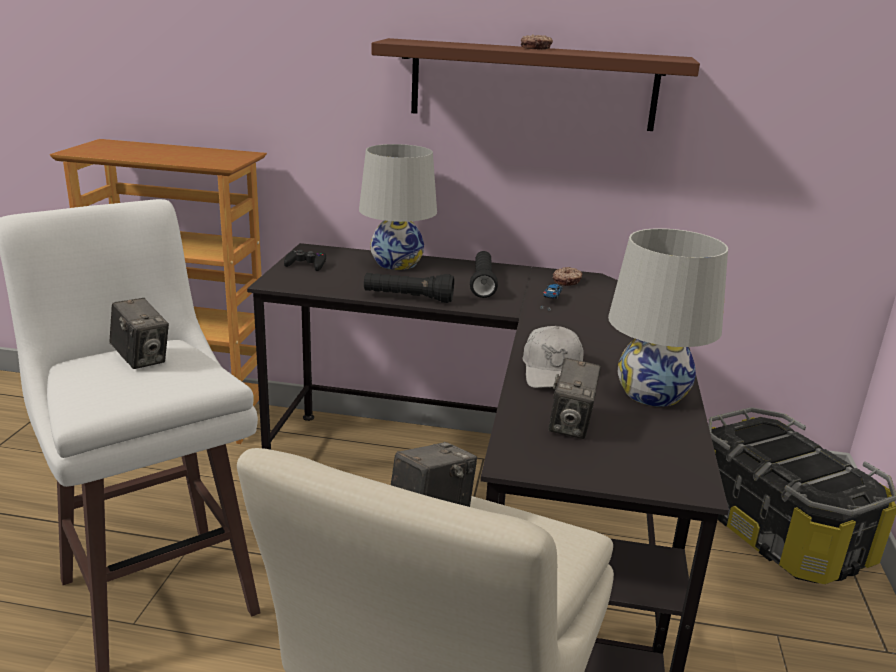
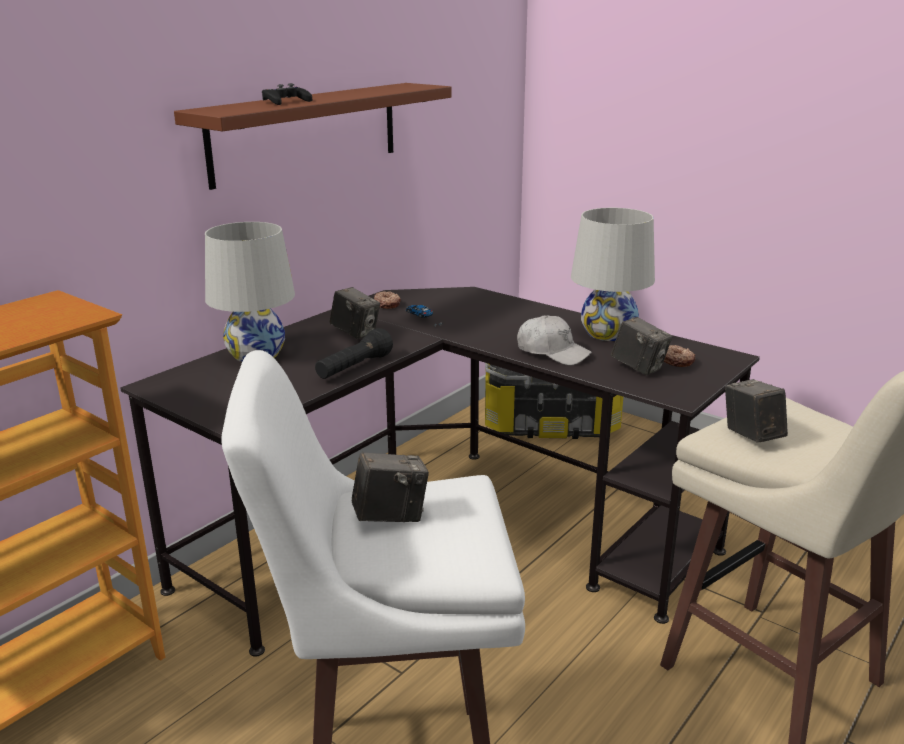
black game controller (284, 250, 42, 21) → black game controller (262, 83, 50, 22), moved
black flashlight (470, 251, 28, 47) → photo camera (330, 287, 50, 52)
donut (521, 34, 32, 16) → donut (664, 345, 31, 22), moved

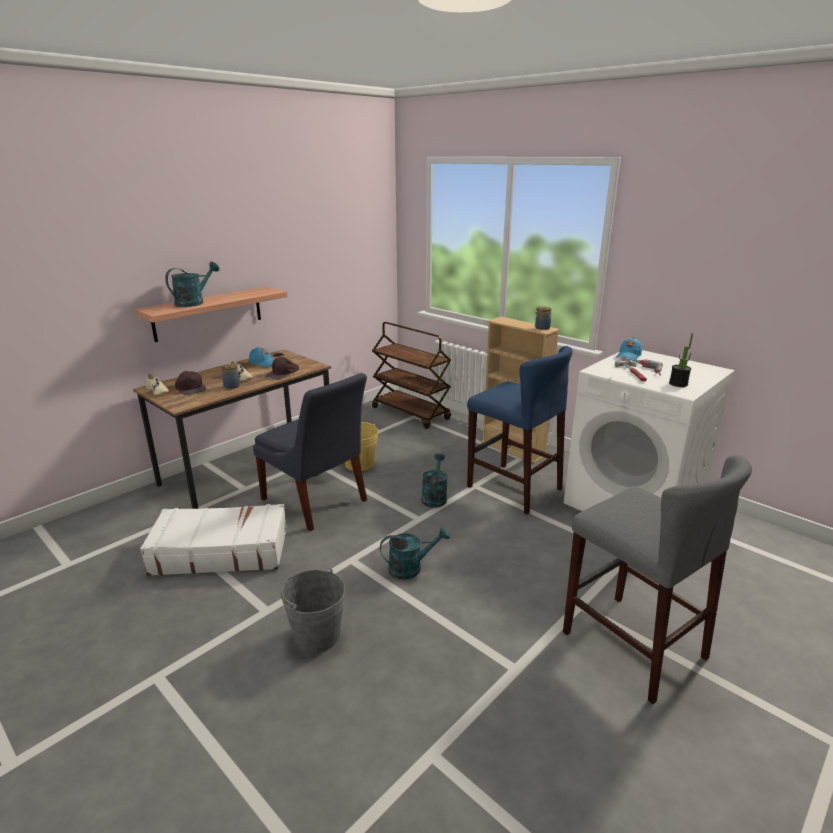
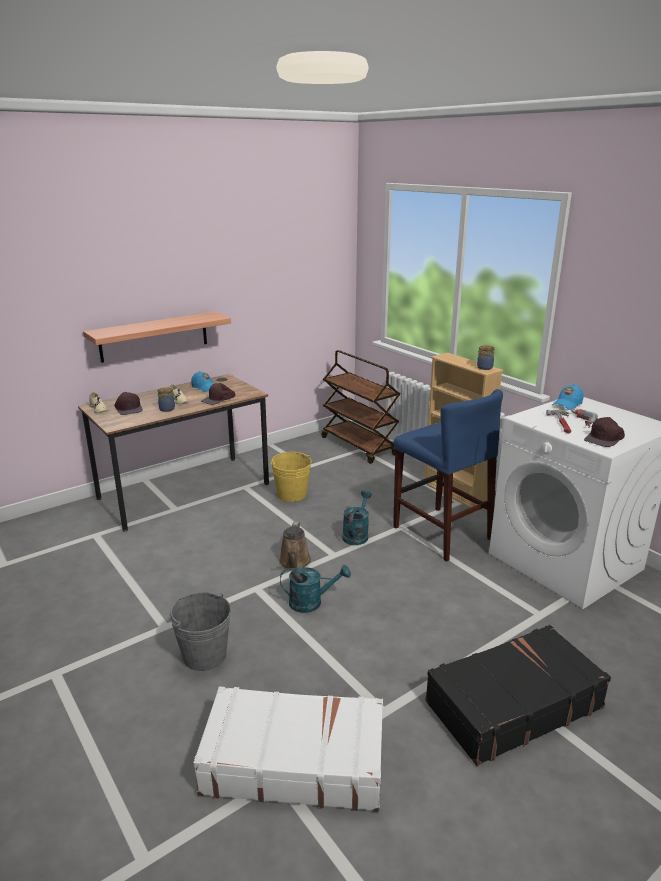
white suitcase (140, 504, 147, 72) → white suitcase (193, 686, 190, 126), moved
- → brown watering can (279, 522, 32, 47)
grey stool (563, 455, 189, 249) → black suitcase (425, 625, 186, 141)
potted plant (669, 333, 24, 54) → brown cap (584, 417, 41, 30)
turquoise watering can (165, 261, 54, 46) → -
blue chair (253, 373, 114, 158) → -

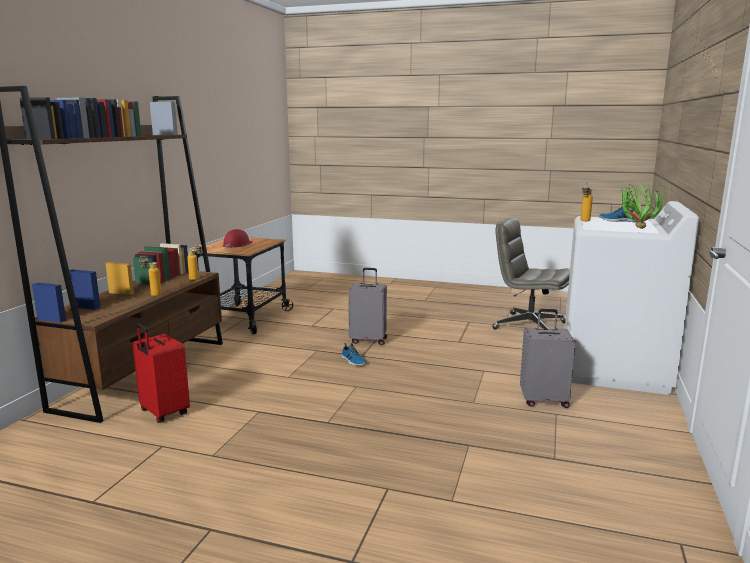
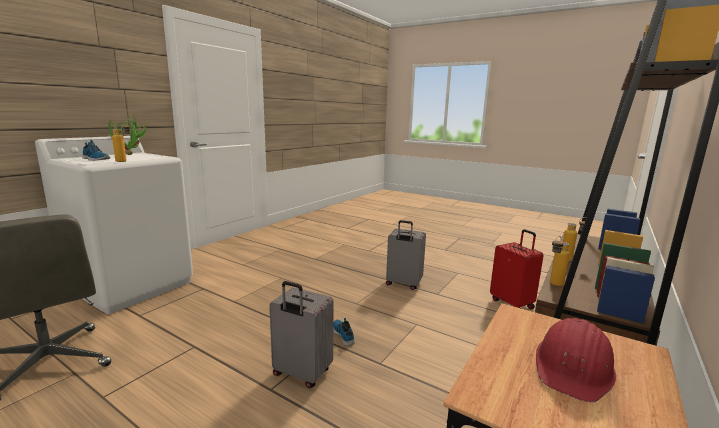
grey suitcase (520, 309, 55, 99) → grey suitcase (386, 220, 40, 70), moved

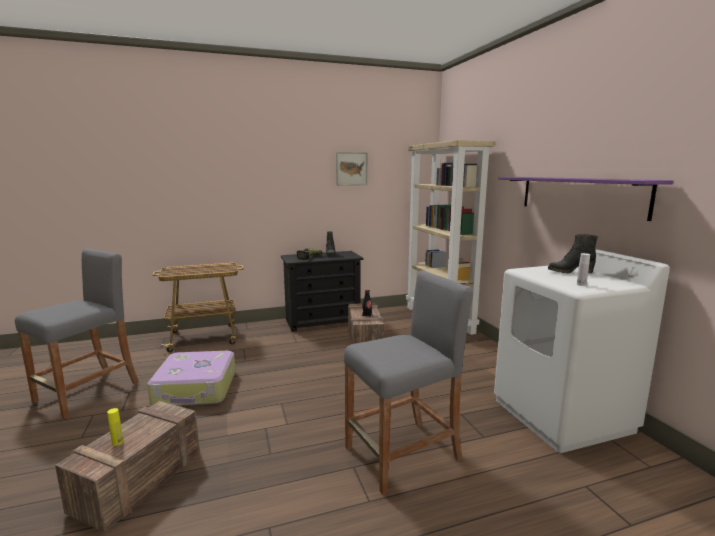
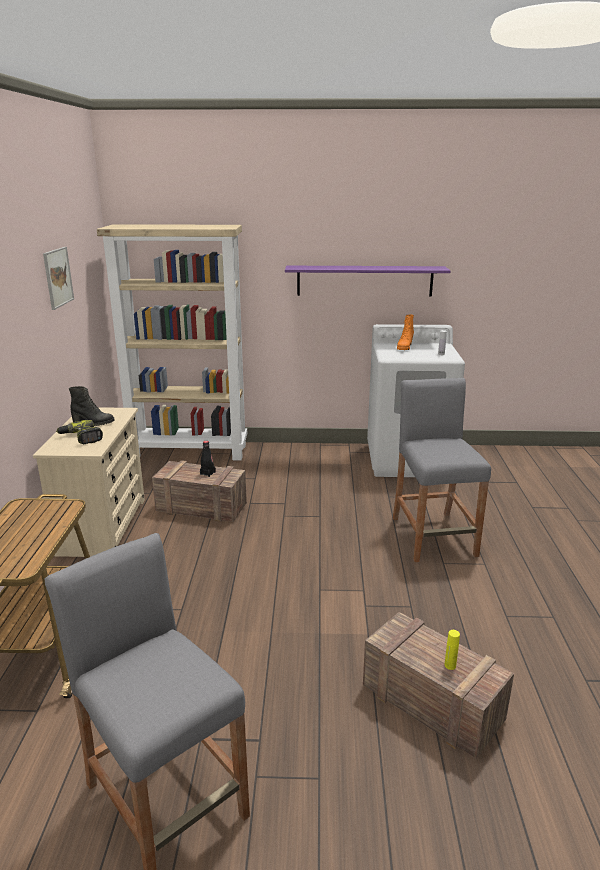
black dresser (281, 251, 82, 81) → beige dresser (33, 407, 112, 150)
black boot (548, 234, 50, 40) → orange boot (397, 315, 17, 35)
suitcase (147, 351, 88, 55) → -

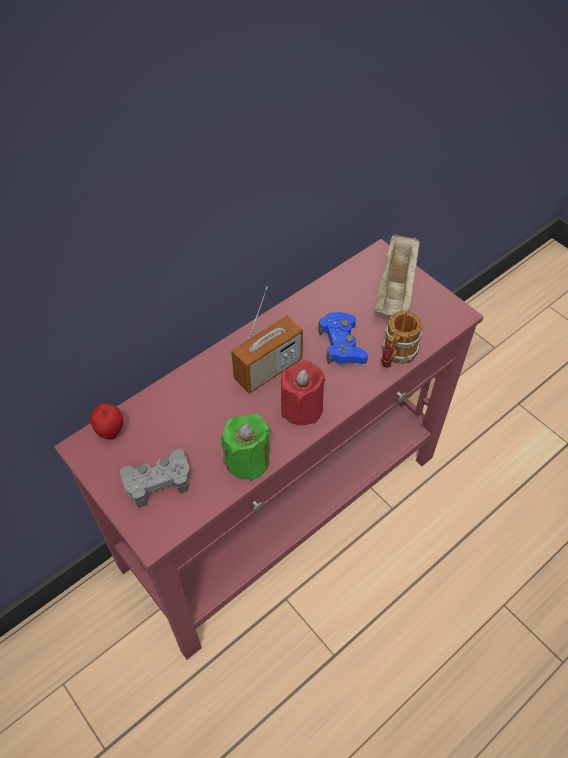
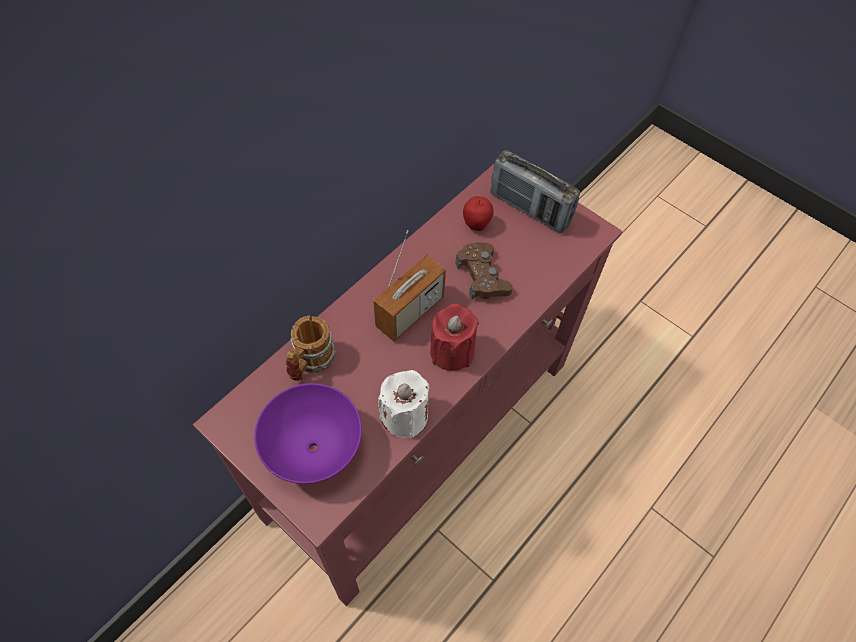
grey game controller (120, 449, 70, 59) → purple bowl (254, 383, 108, 101)
mug (381, 310, 42, 58) → mug (286, 316, 50, 65), moved
green candle (221, 414, 50, 67) → white candle (378, 370, 51, 68)
blue game controller (318, 312, 50, 52) → brown game controller (455, 242, 58, 58)
apple (90, 403, 33, 37) → apple (463, 196, 31, 35), moved
beige tray (374, 233, 46, 82) → radio (490, 150, 90, 83)

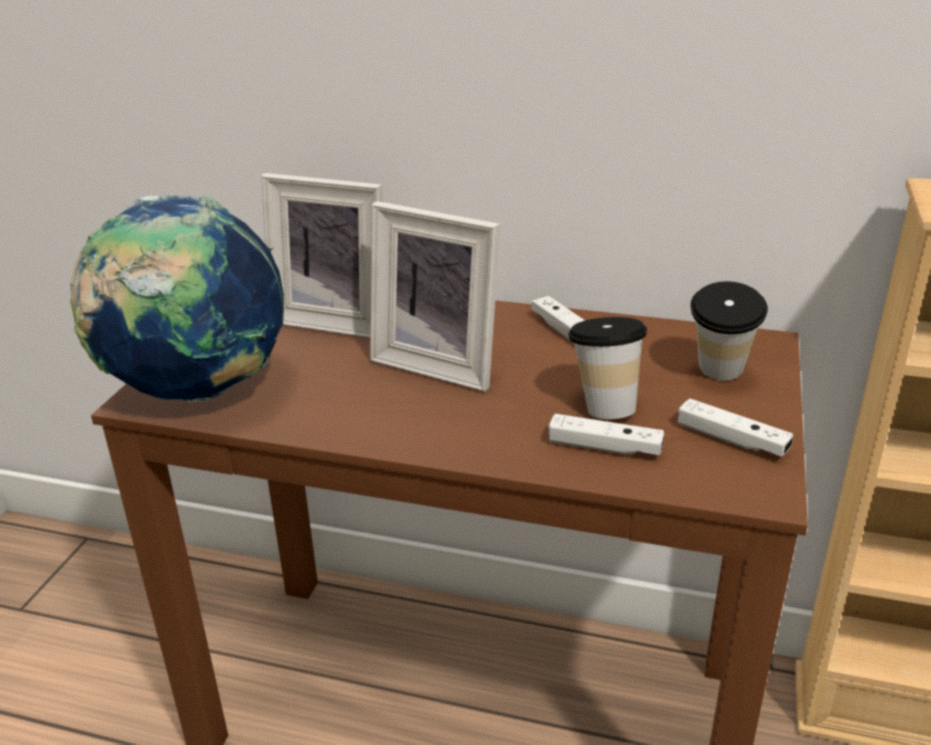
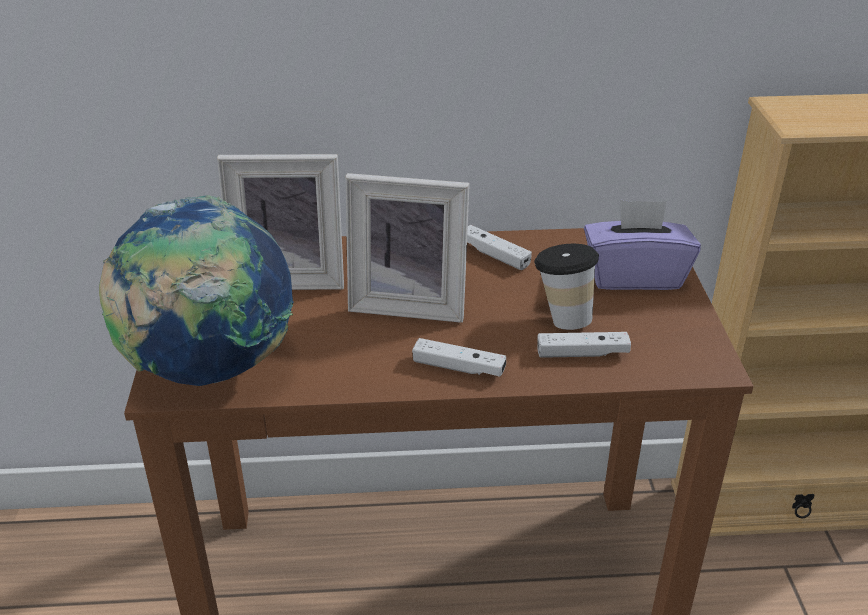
white game controller (678, 399, 115, 57) → white game controller (412, 338, 94, 39), moved
cup (690, 281, 78, 100) → purple tissue box (584, 199, 117, 91)

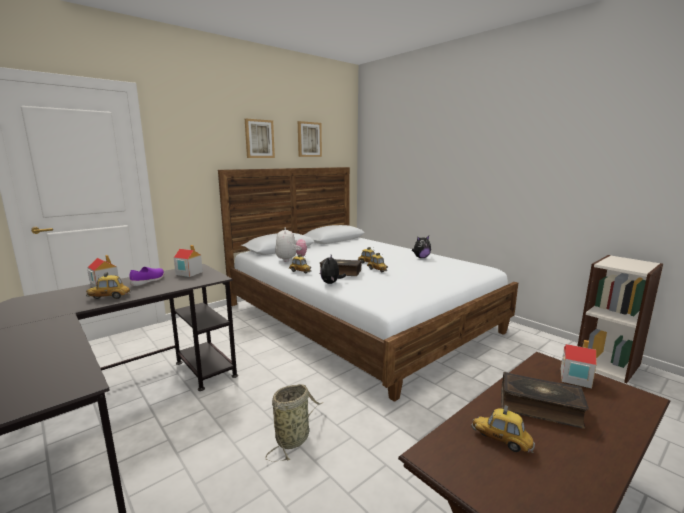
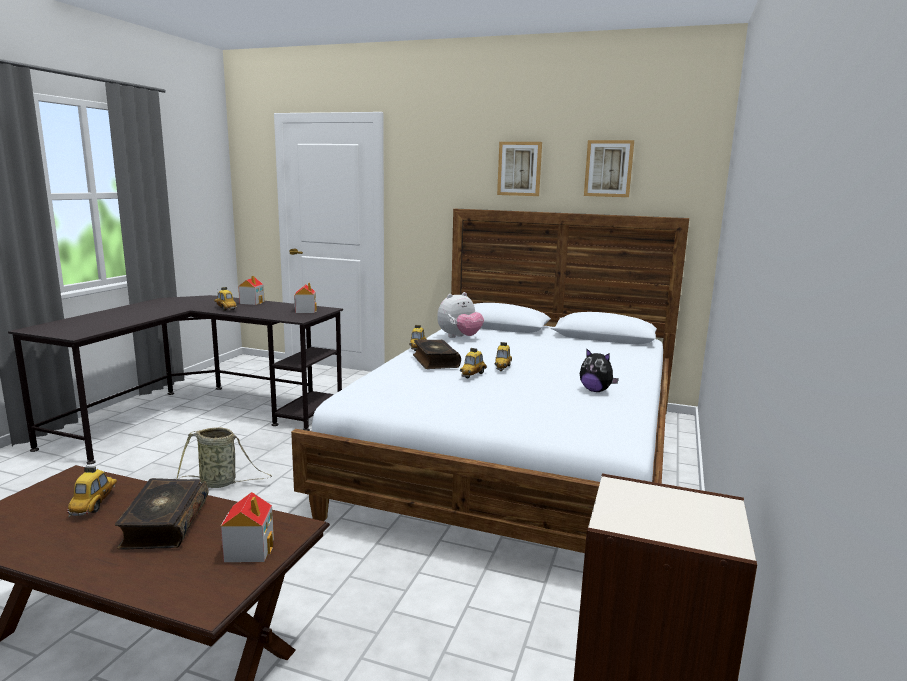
purple shoe (129, 267, 35, 19) → -
plush toy (320, 255, 26, 29) → -

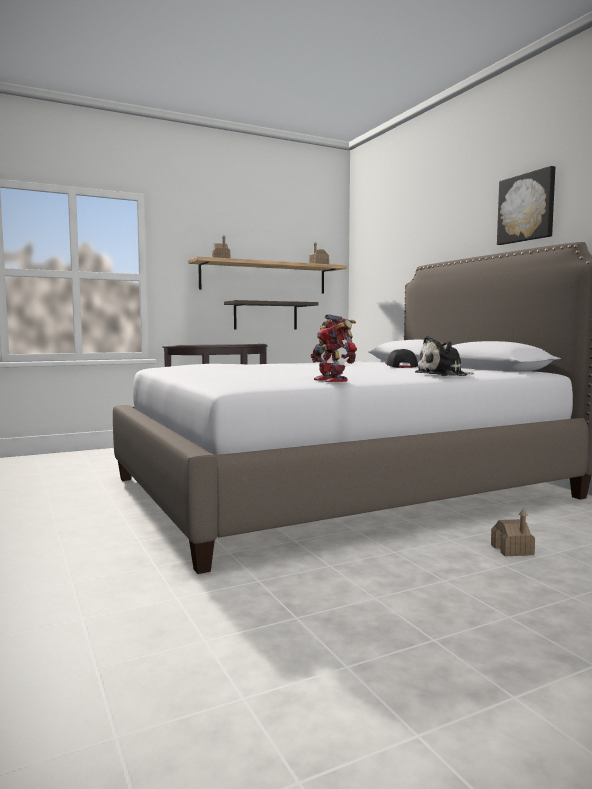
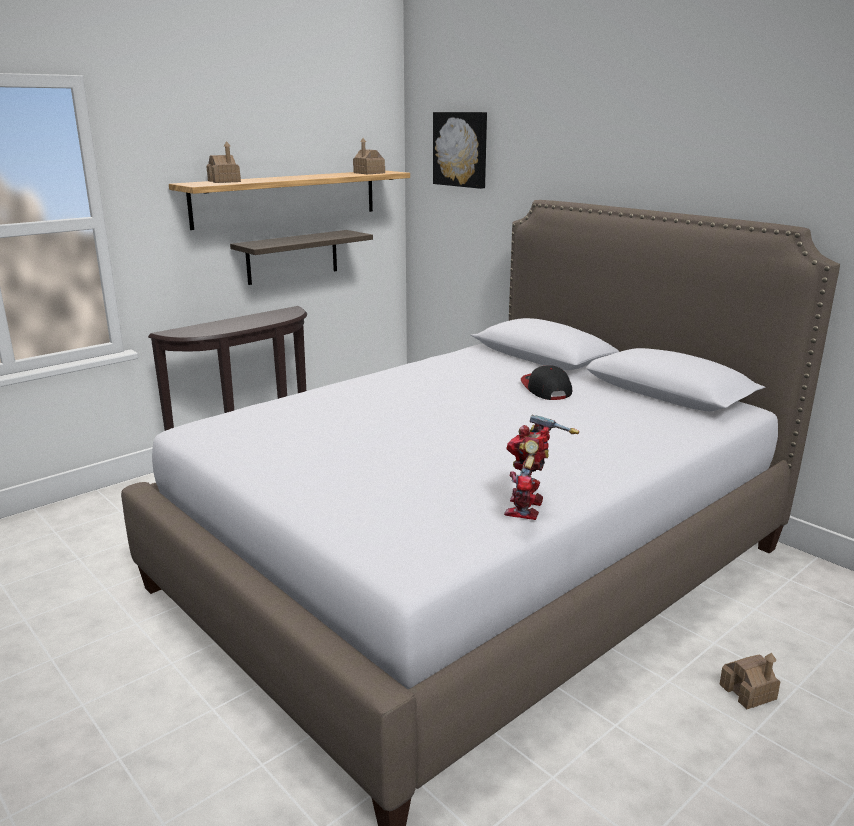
picture (497, 166, 58, 79) → picture (433, 112, 54, 77), moved
toy robot (311, 314, 46, 68) → toy robot (504, 414, 75, 106), 60 degrees clockwise
plush toy (415, 336, 59, 40) → -

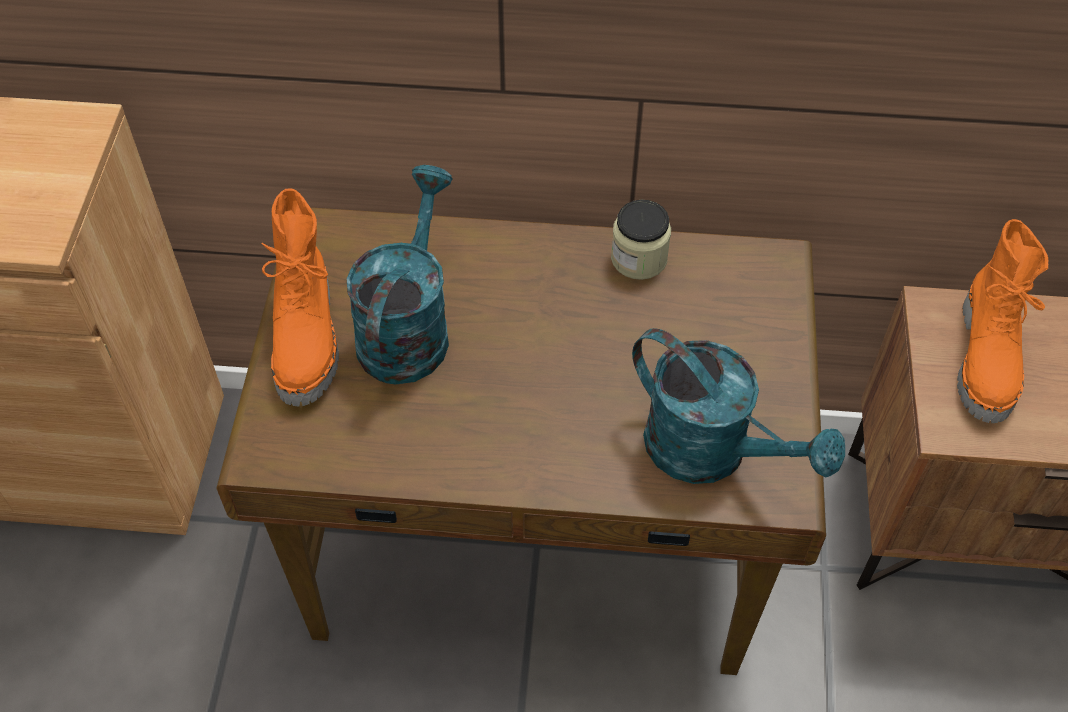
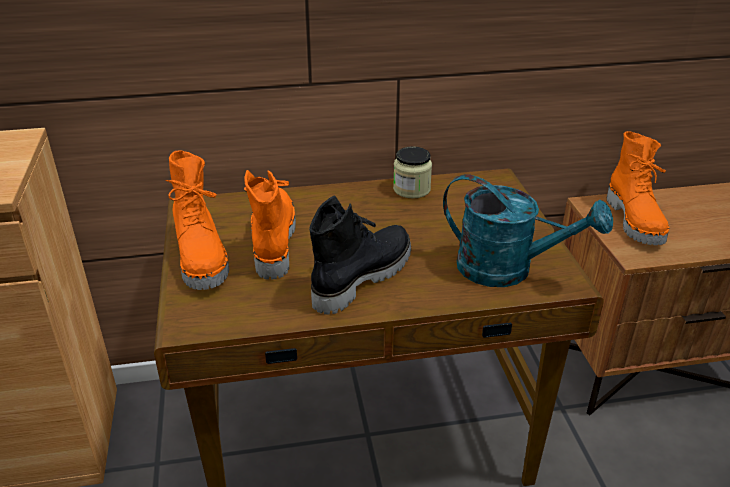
turquoise watering can (347, 165, 106, 219) → orange boot (244, 170, 52, 110)
- → black boot (309, 195, 102, 120)

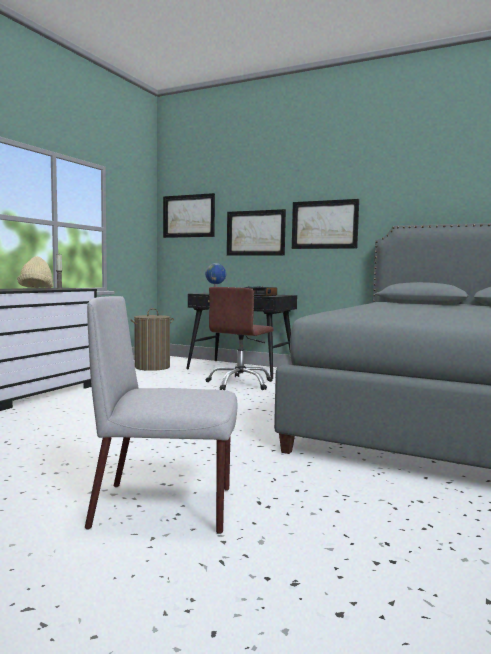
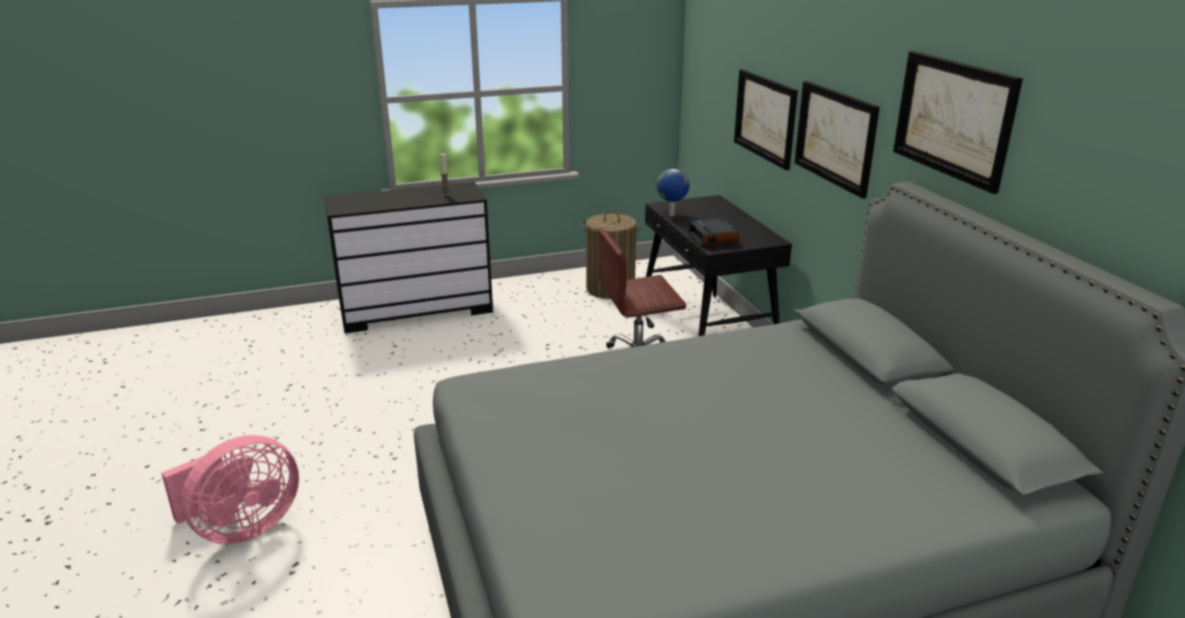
grey chair (85, 296, 153, 238) → pink fan (161, 435, 138, 109)
picture (163, 193, 52, 45) → picture (893, 51, 130, 143), moved
beige hat (17, 256, 36, 33) → -

